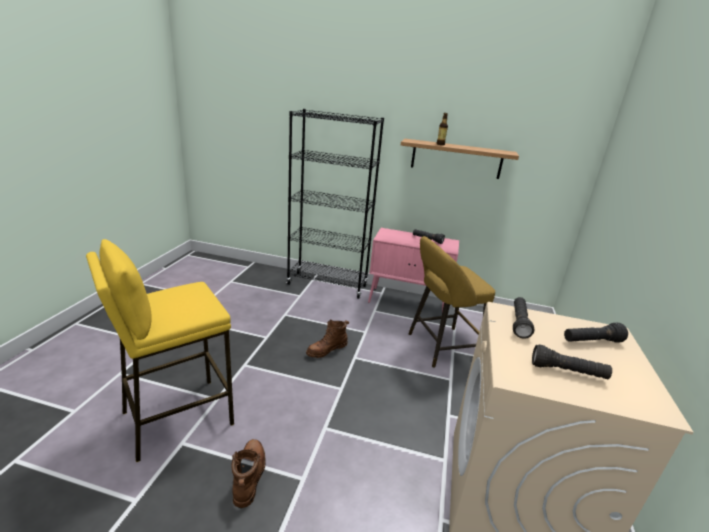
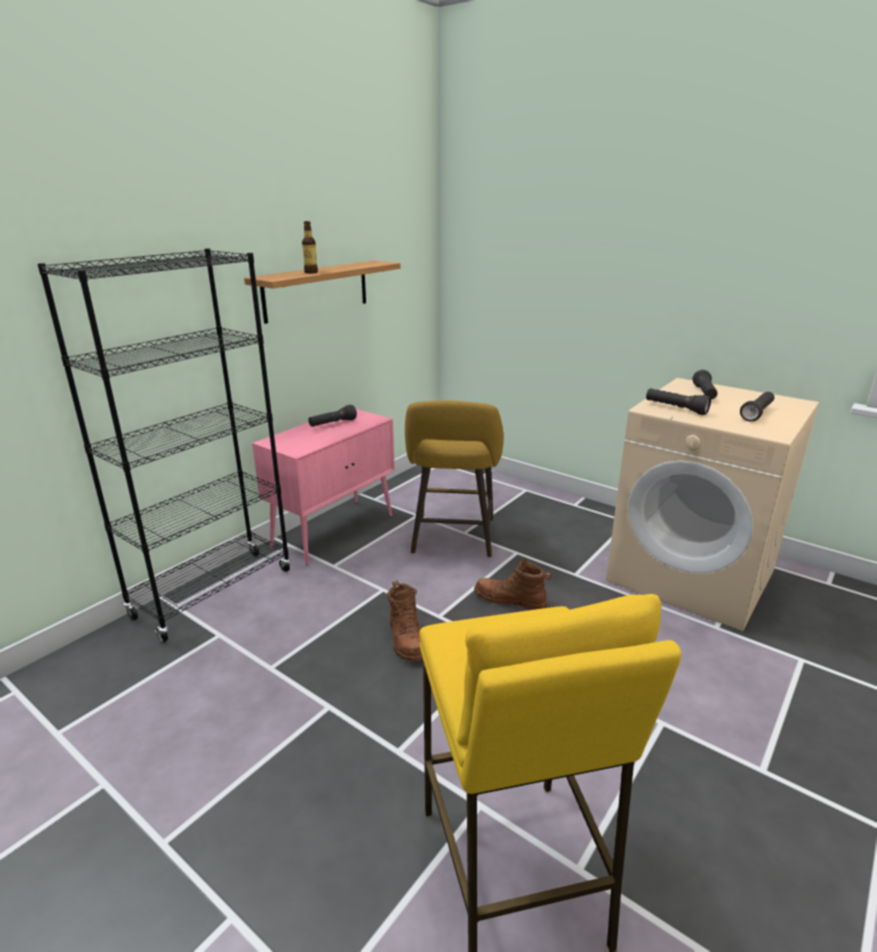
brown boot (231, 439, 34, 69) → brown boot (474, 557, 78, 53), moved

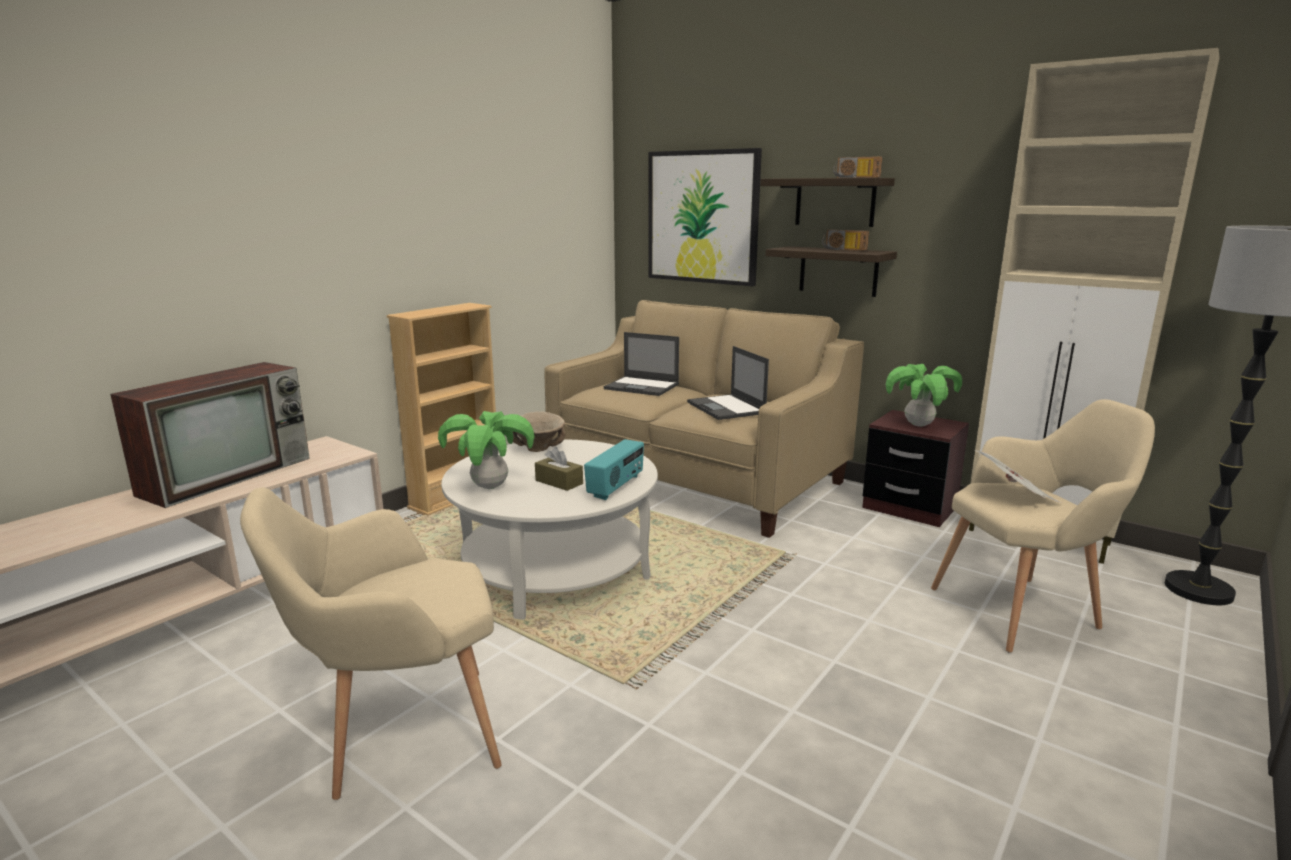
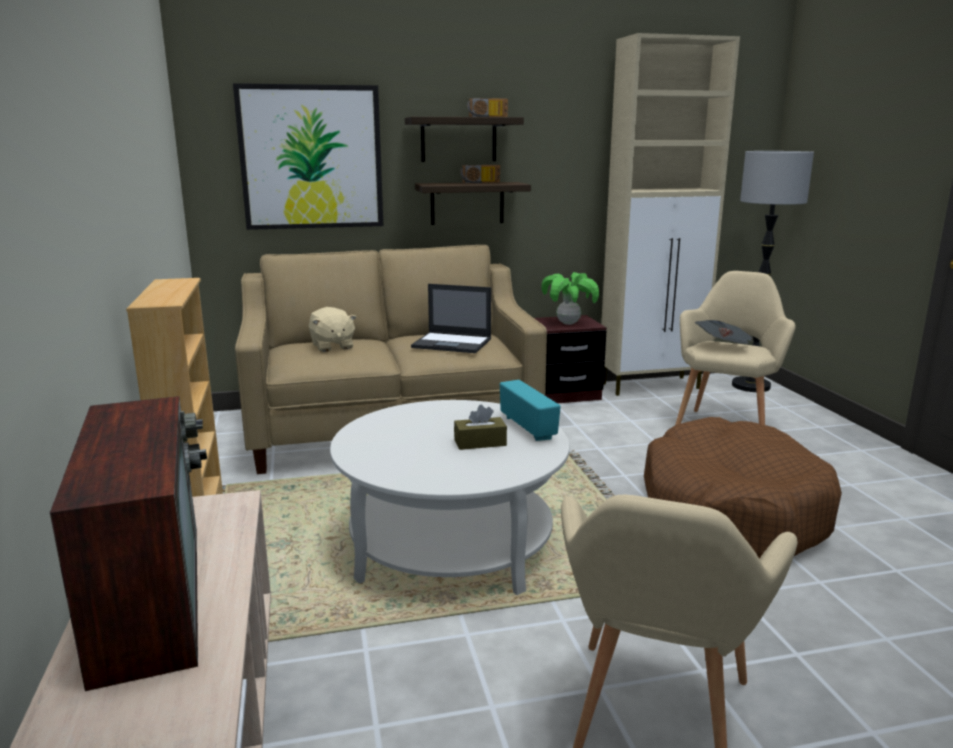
laptop (604, 332, 75, 64) → beige plush toy (309, 307, 47, 45)
- → brown dog bed (644, 417, 198, 142)
potted plant (438, 411, 97, 78) → -
beige bowl (512, 411, 53, 41) → -

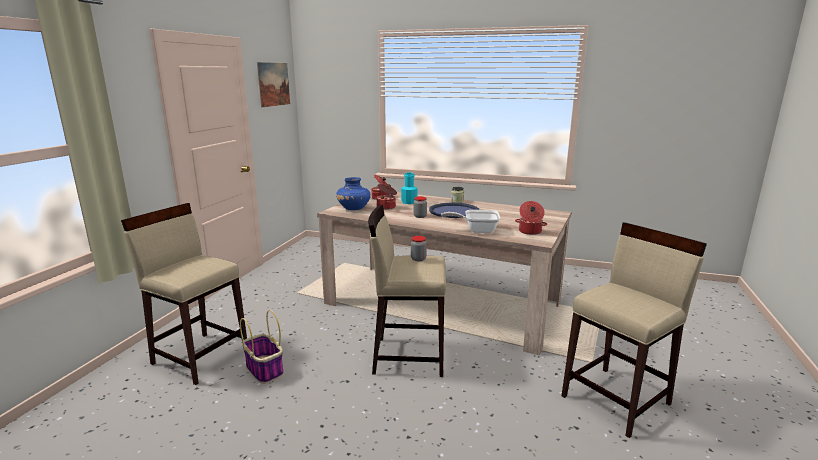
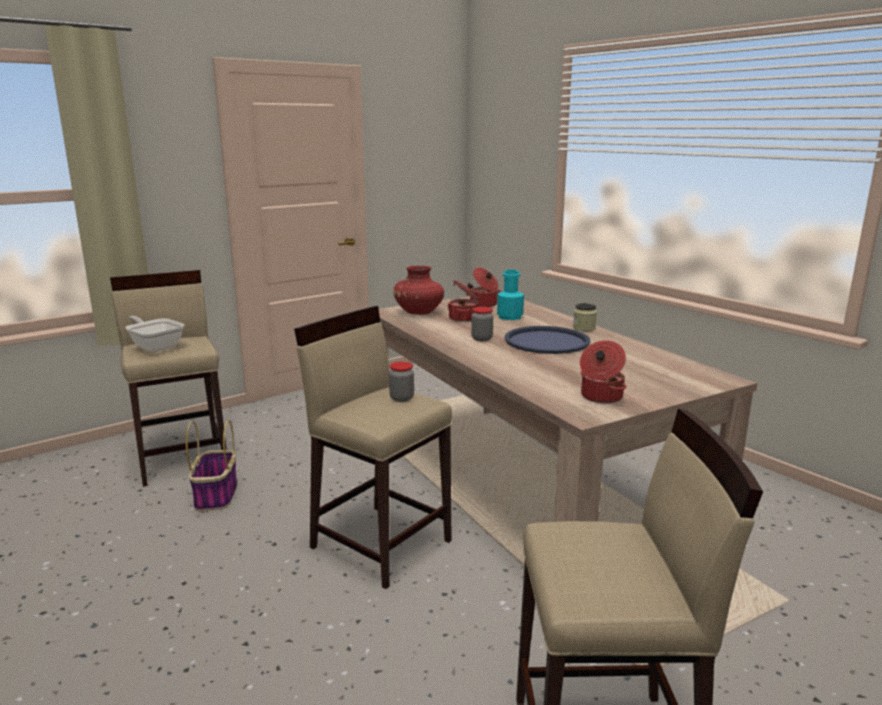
frying pan (441, 210, 59, 23) → frying pan (126, 316, 58, 36), moved
blue vase (336, 177, 35, 33) → red vase (393, 266, 51, 49)
picture (257, 62, 33, 45) → -

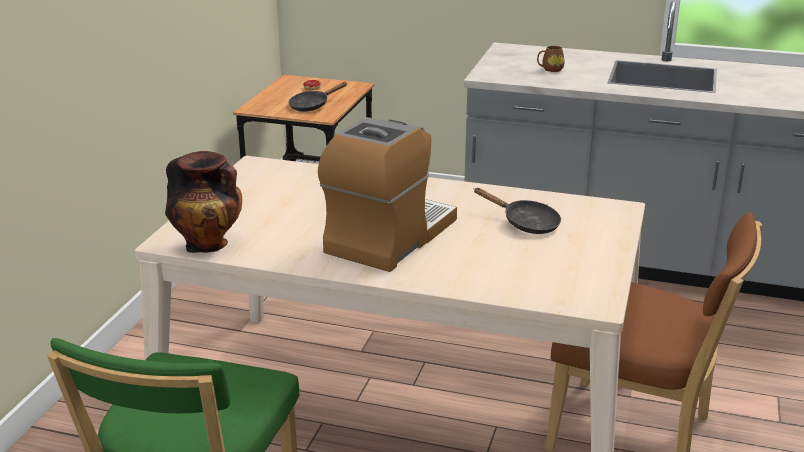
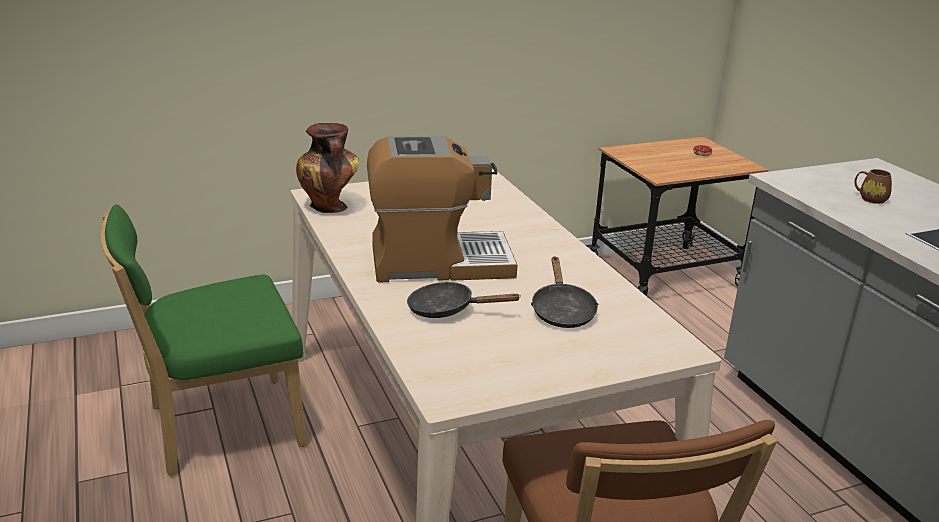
black frying pan (289, 82, 58, 30) → black frying pan (407, 282, 114, 36), moved

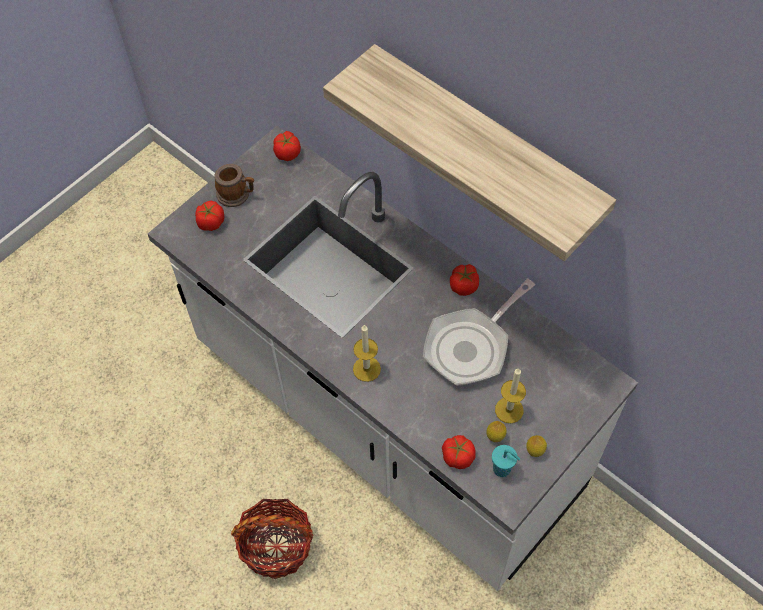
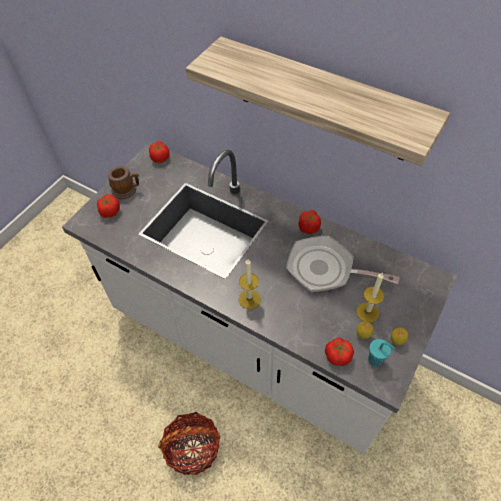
frying pan (423, 279, 112, 107) → frying pan (286, 236, 114, 56), 75 degrees clockwise

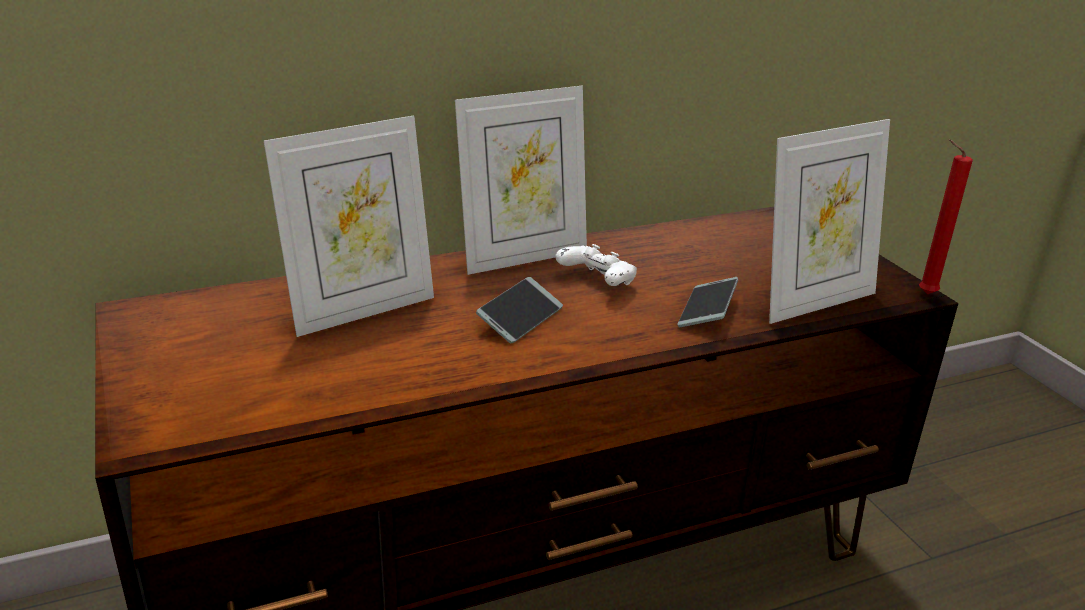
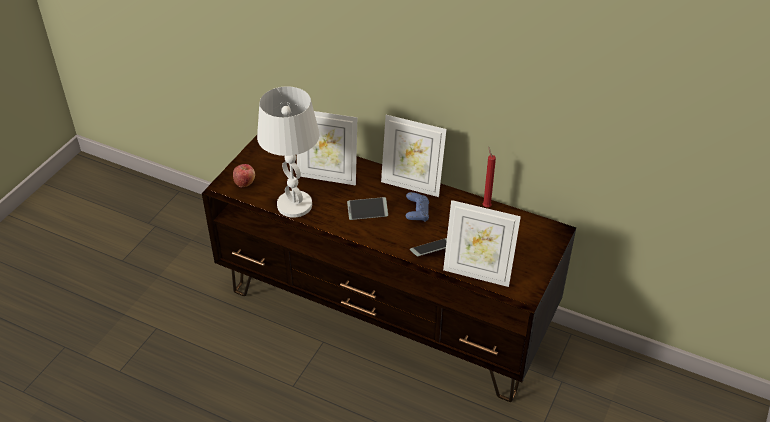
- → apple (233, 164, 22, 23)
- → white table lamp (257, 86, 63, 132)
white game controller (555, 244, 82, 42) → blue game controller (406, 192, 23, 30)
red candle (919, 139, 54, 155) → red candle (483, 147, 13, 60), moved

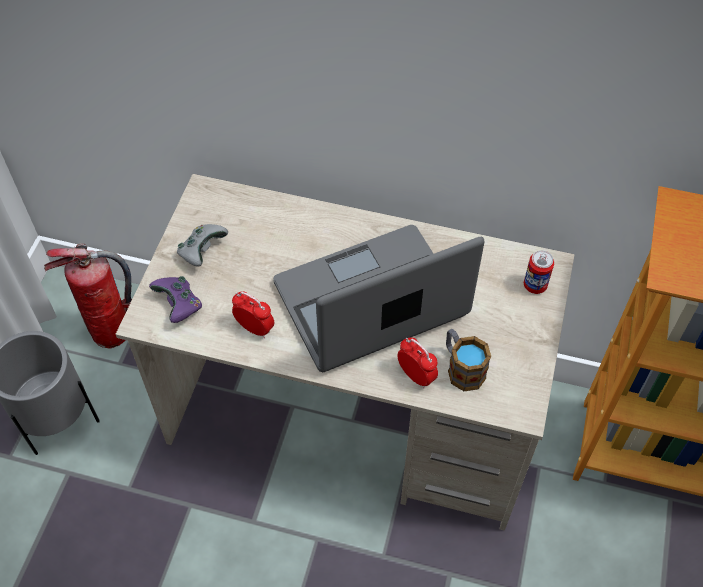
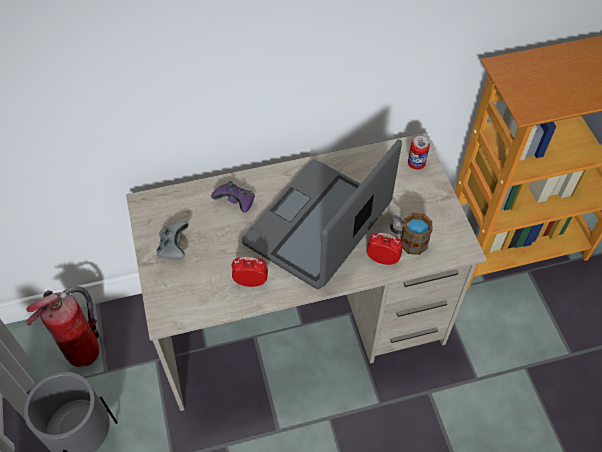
purple game controller (149, 276, 53, 47) → purple game controller (211, 181, 44, 32), moved

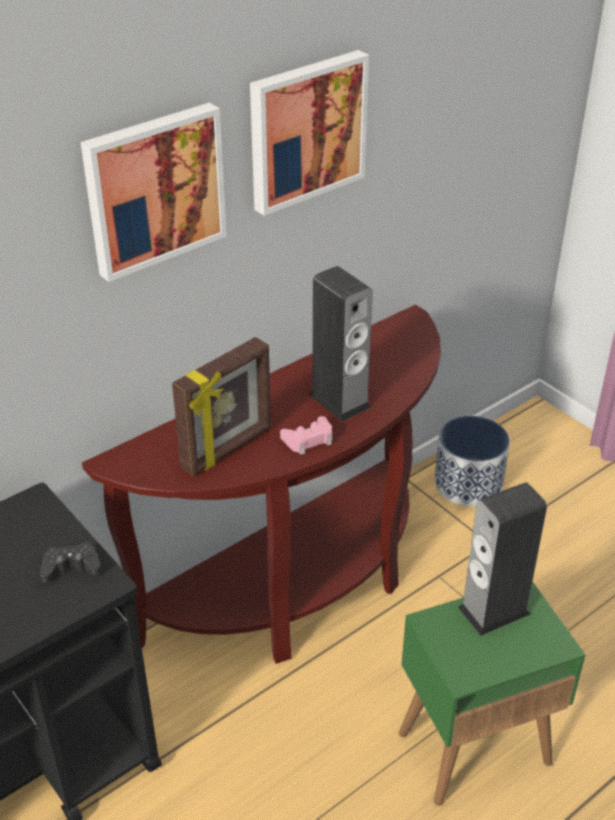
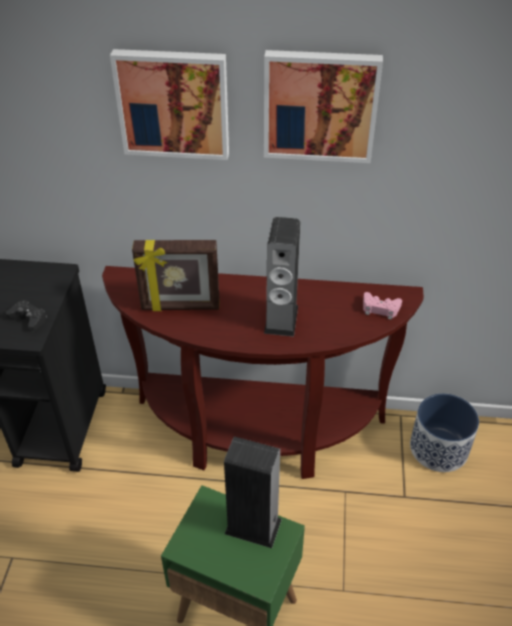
pink game controller (280, 416, 52, 39) → pink game controller (363, 292, 39, 28), moved

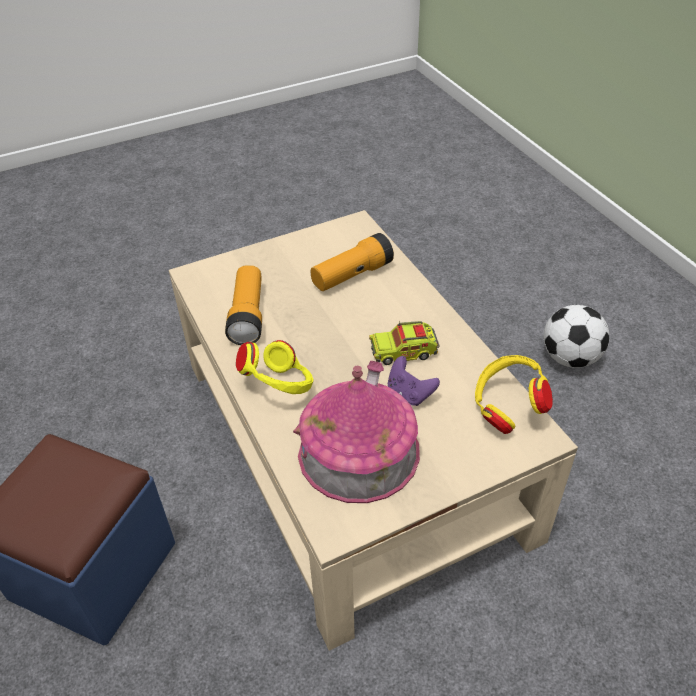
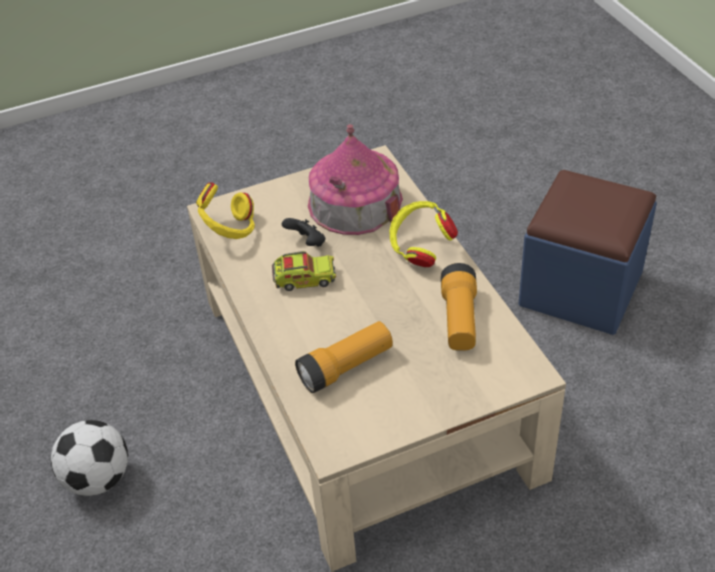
purple game controller (388, 356, 52, 50) → black game controller (282, 218, 43, 29)

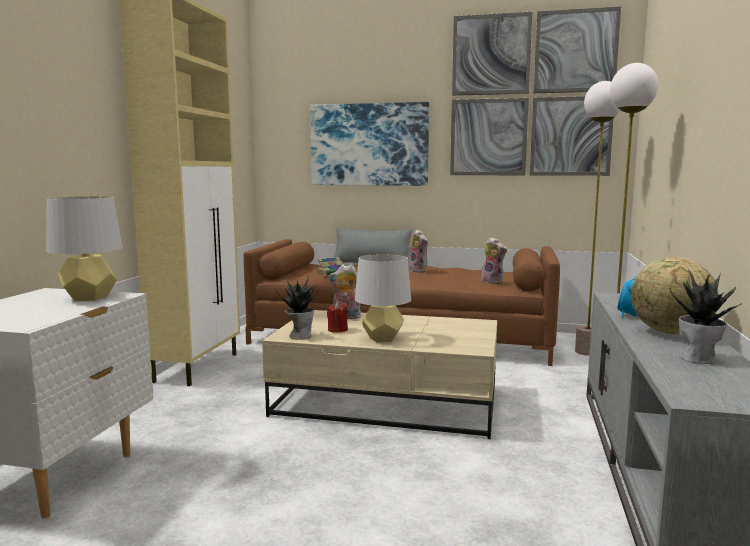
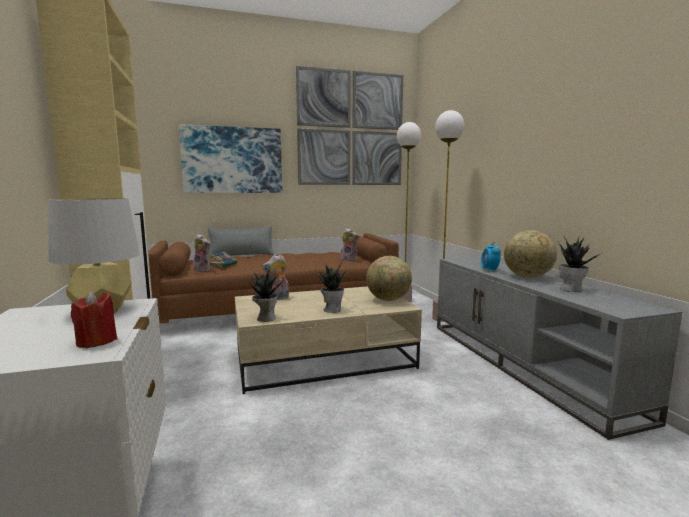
red candle (327, 302, 21, 31) → red candle (71, 291, 46, 57), moved
plush toy (409, 230, 19, 43) → plush toy (193, 234, 18, 39), moved
grey table lamp (355, 254, 56, 88) → potted plant (315, 263, 32, 50)
- → globe (366, 256, 46, 45)

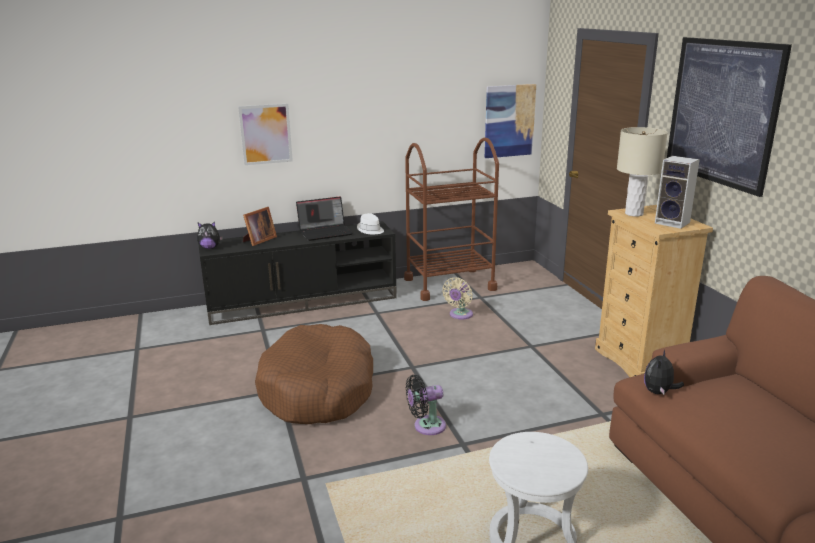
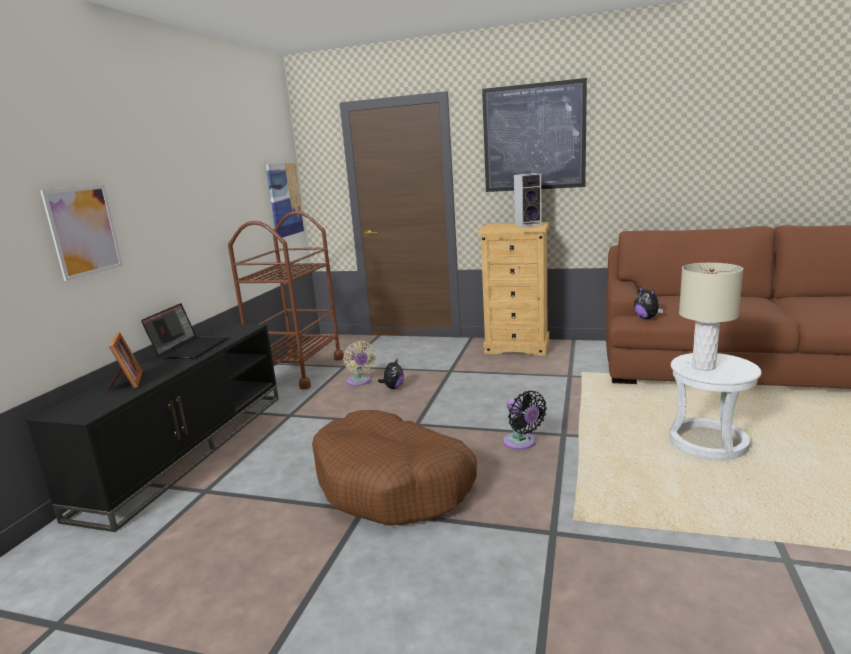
plush toy (197, 222, 26, 27) → plush toy (378, 358, 26, 31), moved
black fan (406, 375, 40, 60) → black fan (503, 391, 44, 59), 45 degrees counterclockwise
beige table lamp (617, 127, 51, 89) → beige table lamp (679, 263, 64, 108), moved
white hat (357, 213, 27, 21) → -

